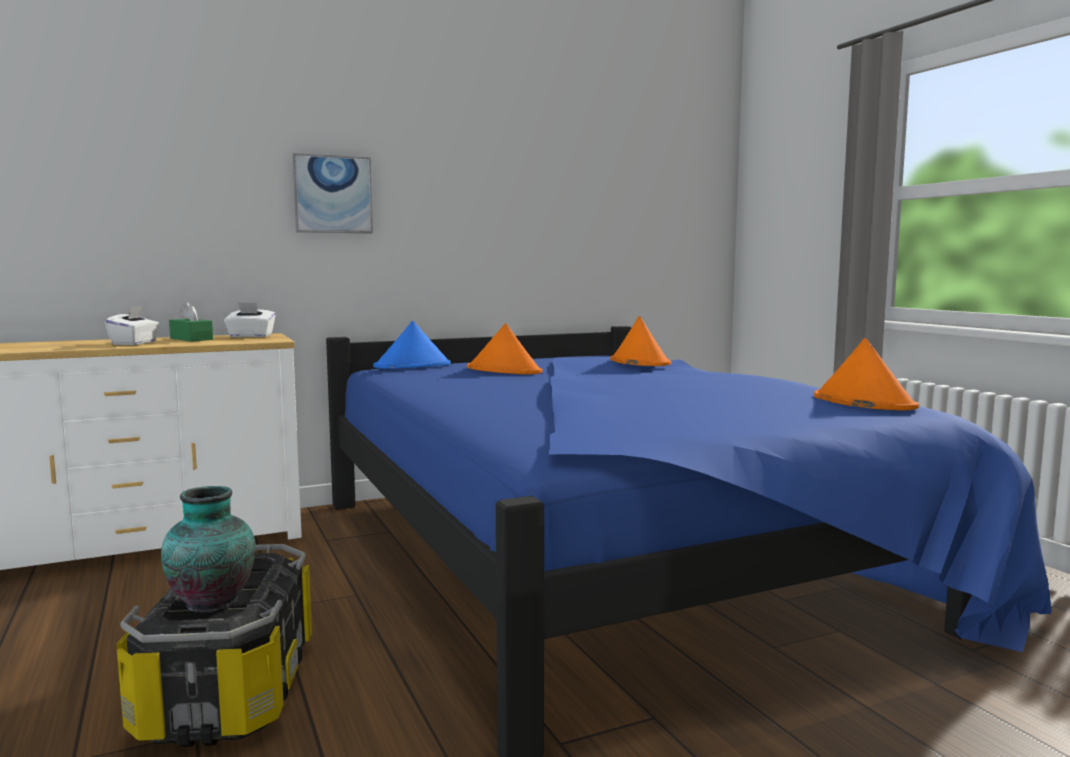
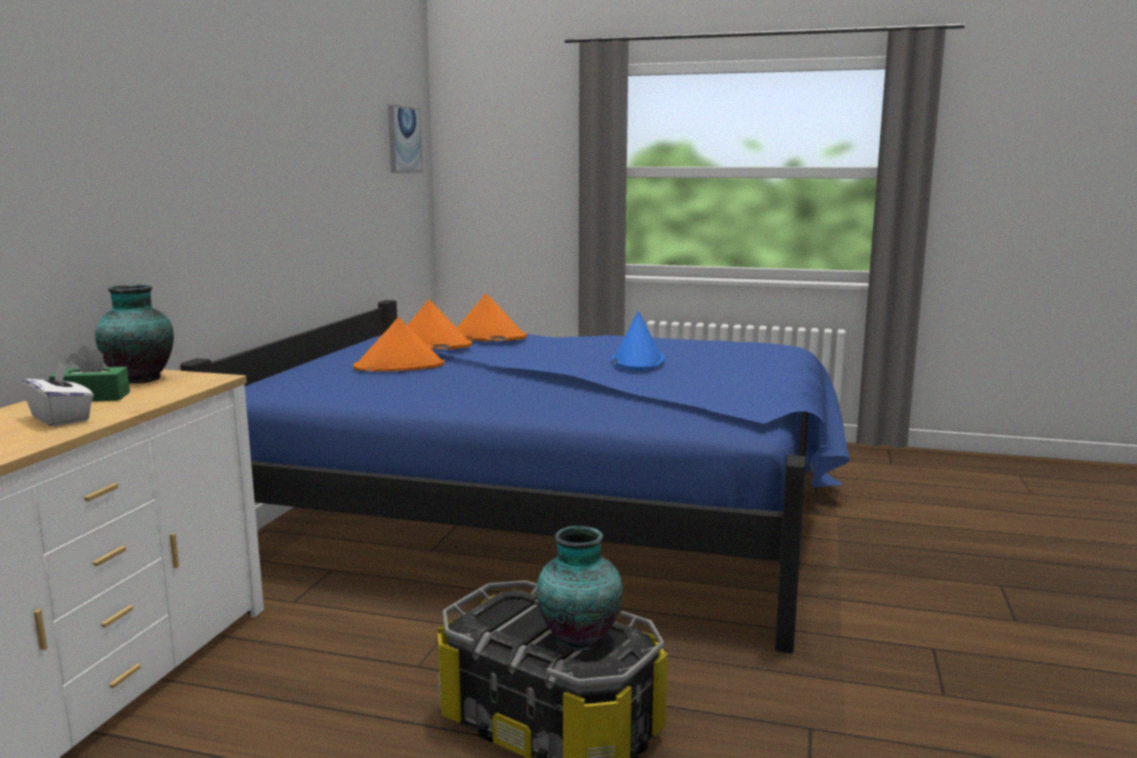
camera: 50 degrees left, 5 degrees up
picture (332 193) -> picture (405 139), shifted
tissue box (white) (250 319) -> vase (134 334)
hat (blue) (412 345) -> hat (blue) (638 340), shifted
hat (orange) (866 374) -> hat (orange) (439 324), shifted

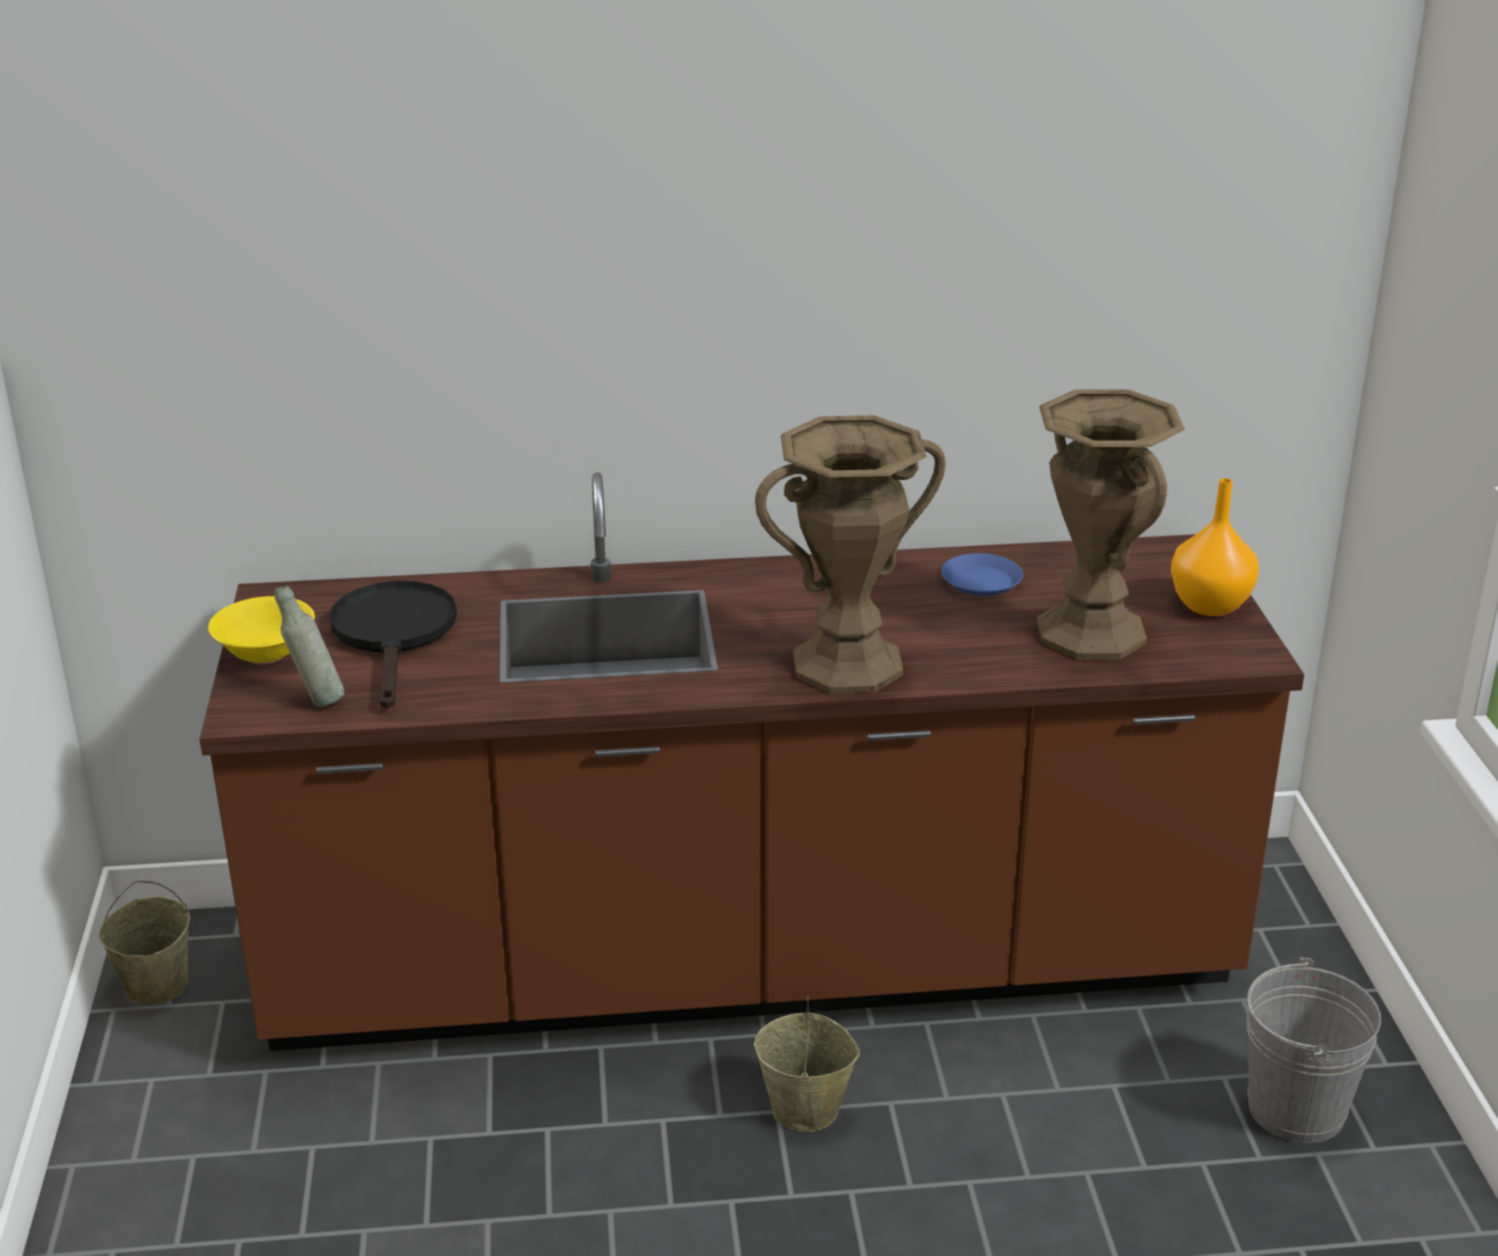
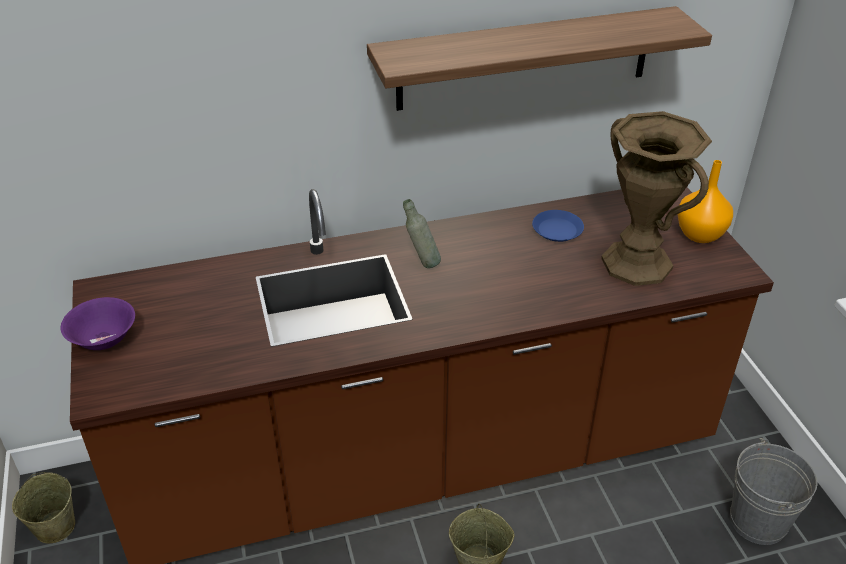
camera: 10 degrees left, 10 degrees up
vase (brown) (850 554) -> none
frying pan (black) (393 645) -> none
bottle (grey) (309 646) -> bottle (grey) (422 233), shifted
bowl (yellow) (261 630) -> bowl (purple) (97 323)
none -> shelf (539 58)

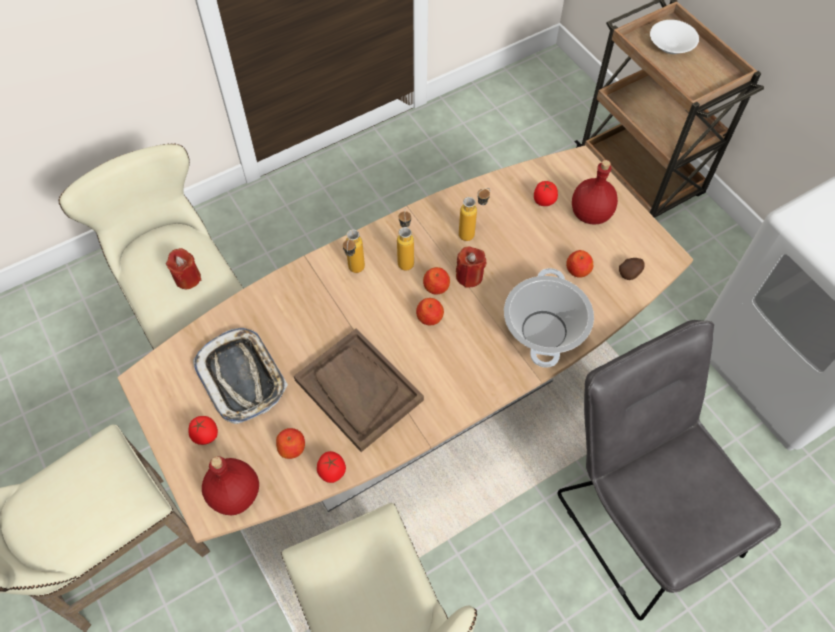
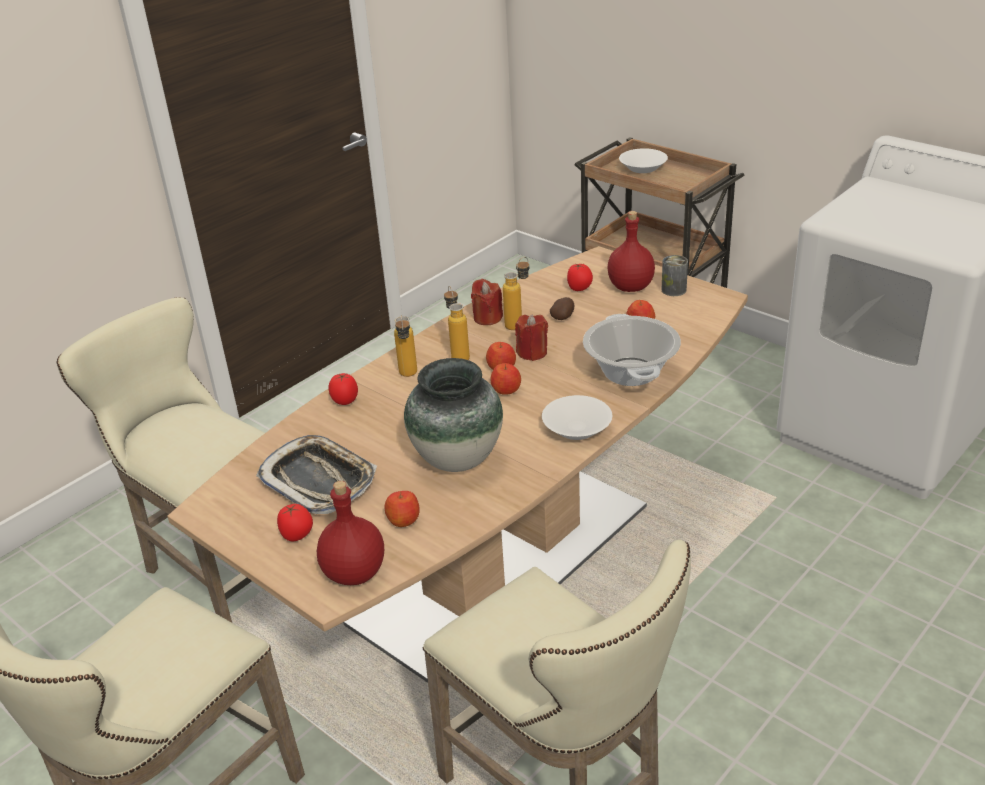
camera: 15 degrees left, 25 degrees down
candle (red) (184 268) -> candle (red) (487 302), shifted
potato (632 269) -> potato (562 308), shifted
chair (grey) (669 470) -> none
tray (brown) (359 390) -> vase (453 415)
tomato (331 467) -> tomato (343 389), shifted
none -> can (675 275)
none -> bowl (white) (577 417)

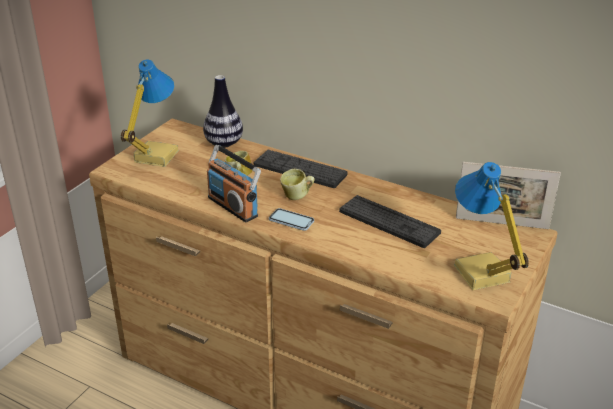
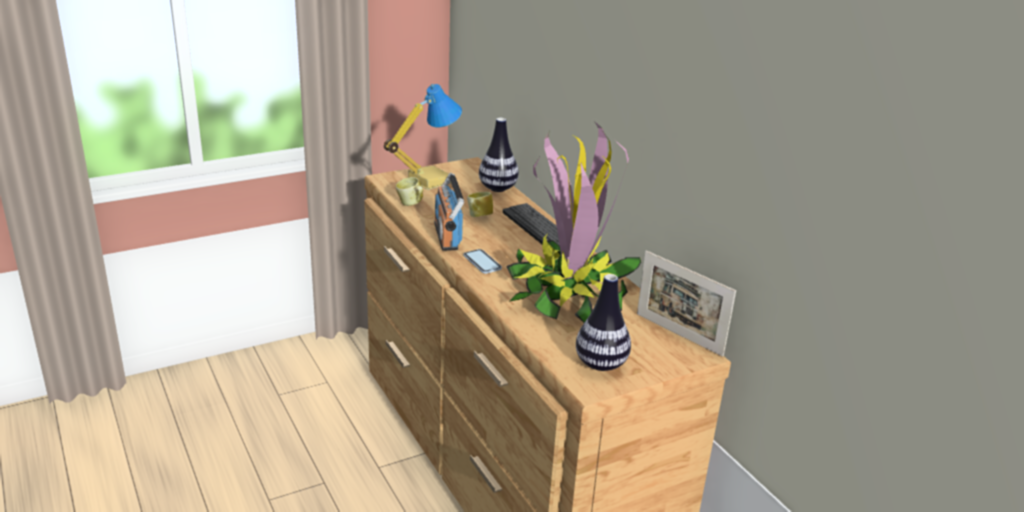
camera: 30 degrees right, 5 degrees down
table lamp (491 226) -> vase (603 322)
mug (297 184) -> mug (409 191), shifted
keyboard (390 221) -> potted plant (573 222)

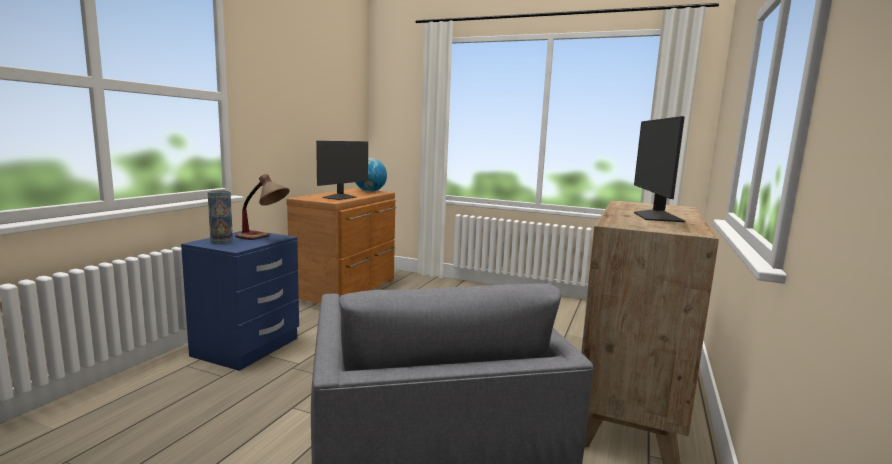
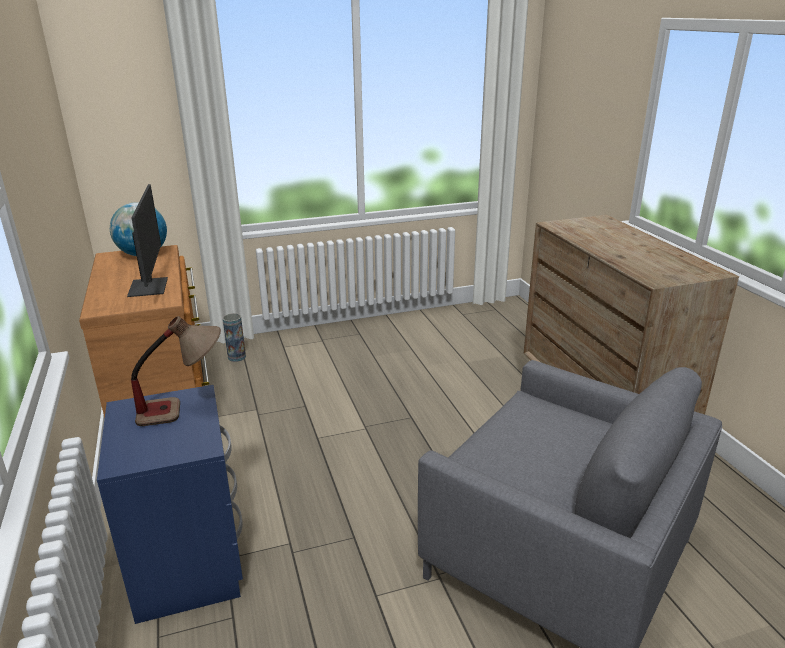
camera: 40 degrees left, 15 degrees up
monitor (659 169) -> none
vase (220 217) -> vase (234 337), shifted

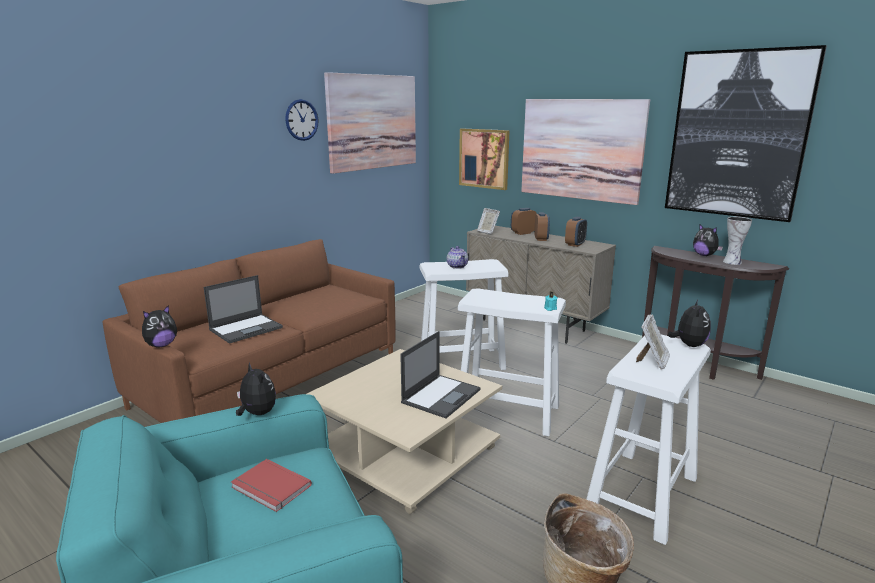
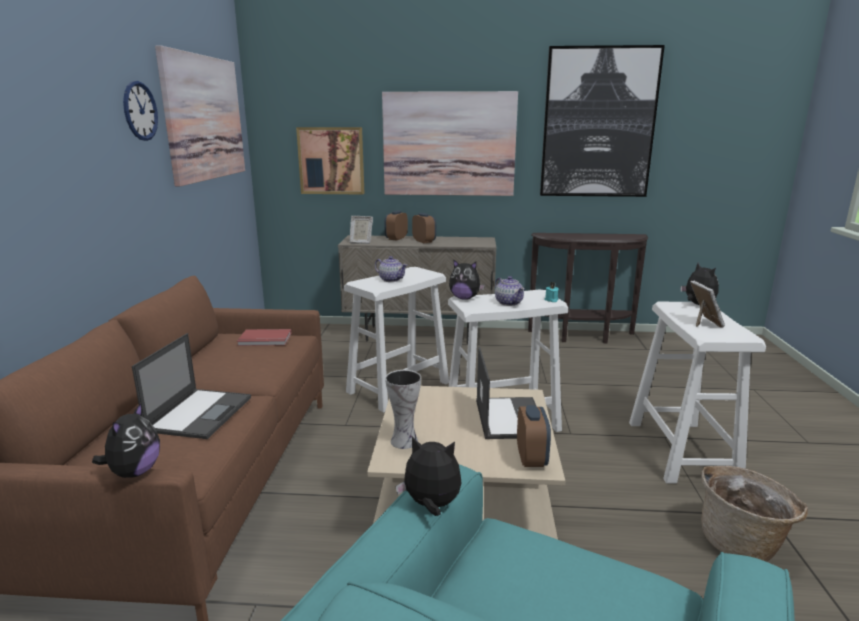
camera: 35 degrees left, 0 degrees up
alarm clock (576 232) -> alarm clock (534 436), shifted
vase (737 241) -> vase (403 409), shifted
plush toy (708 240) -> plush toy (467 279), shifted
book (red) (271 485) -> book (red) (264 337), shifted
none -> teapot (510 291)

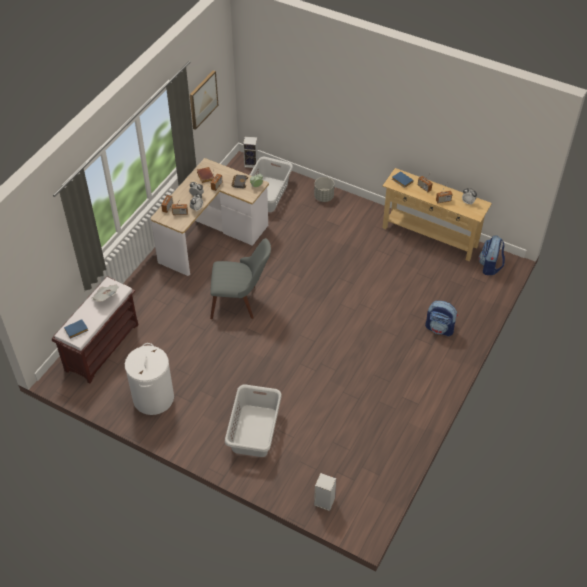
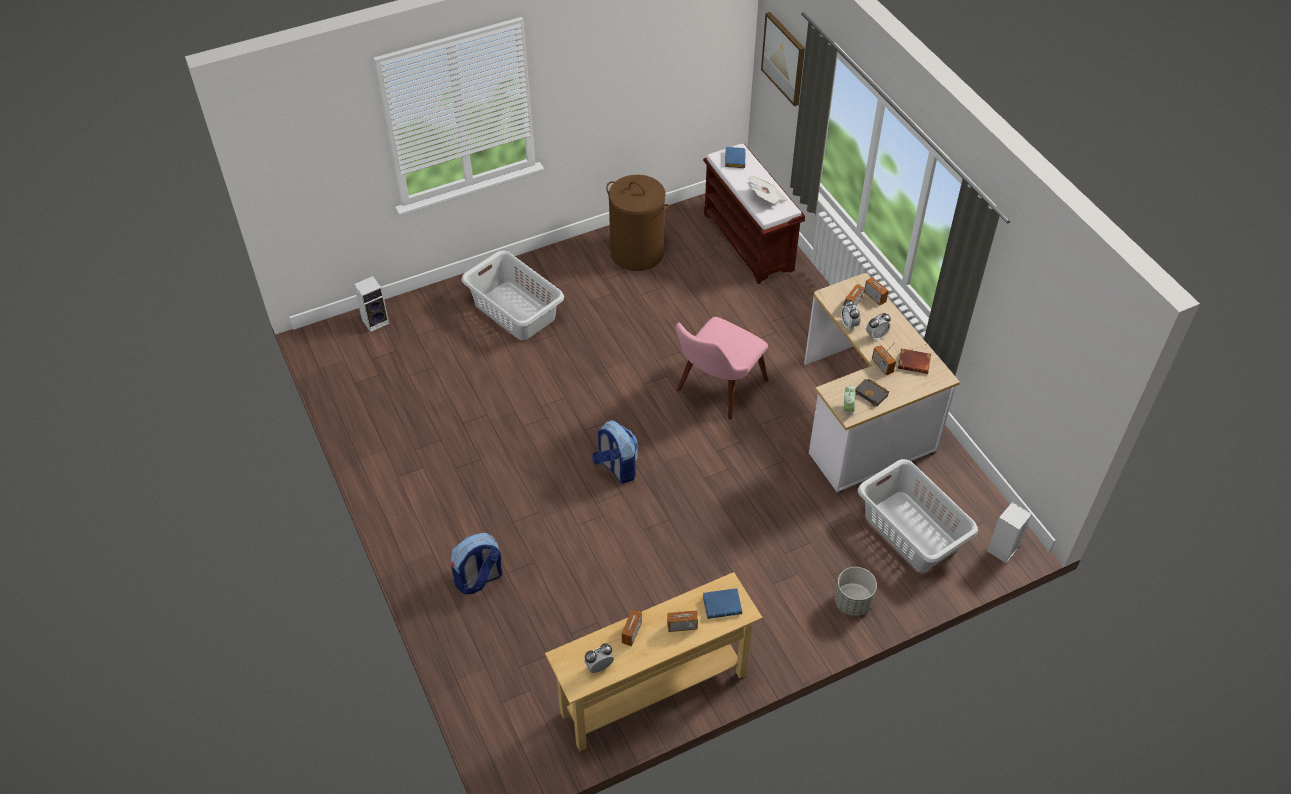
camera: 125 degrees right, 0 degrees up
picture (204 100) -> picture (783 59), shifted
backpack (492 255) -> backpack (615 452), shifted
chair (grey) (240 278) -> chair (pink) (722 368)
laundry basket (white) (149 379) -> laundry basket (brown) (637 223)

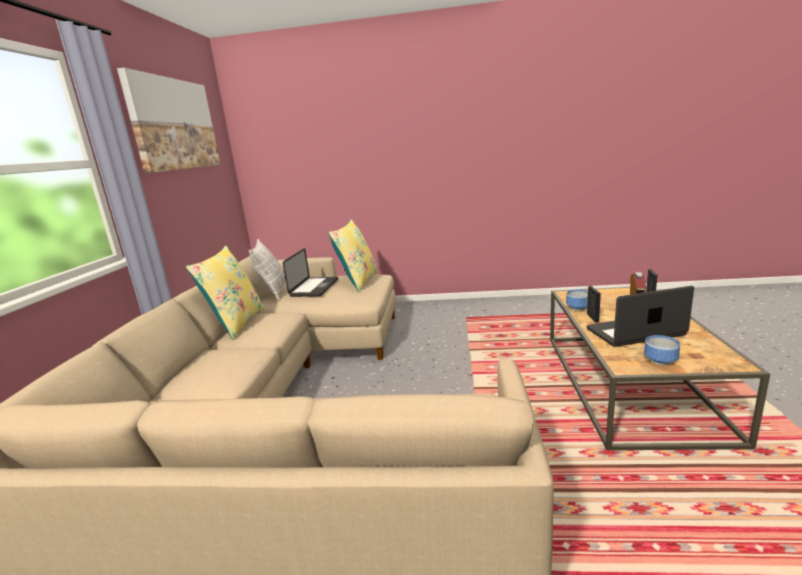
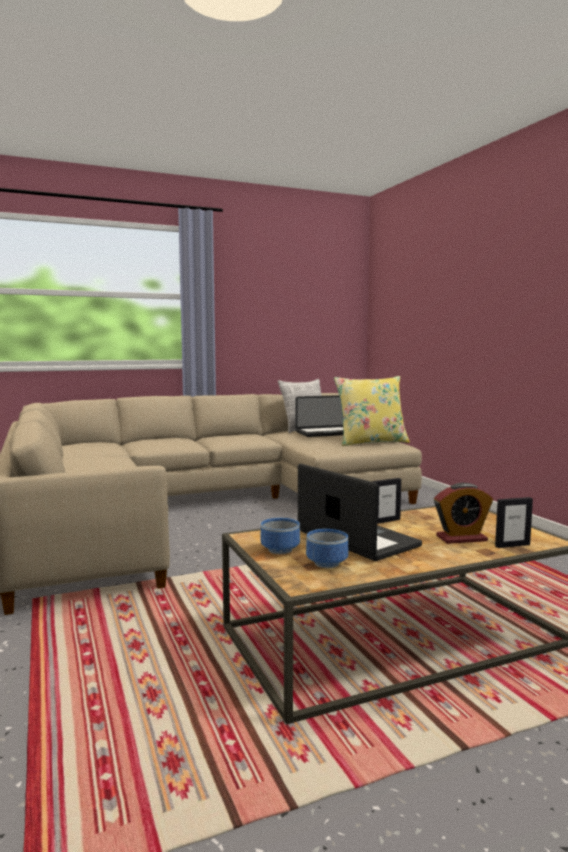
camera: 60 degrees right, 10 degrees down
picture (169 120) -> none
pillow (yellow) (225 293) -> none
bowl (577 299) -> bowl (327 548), shifted

